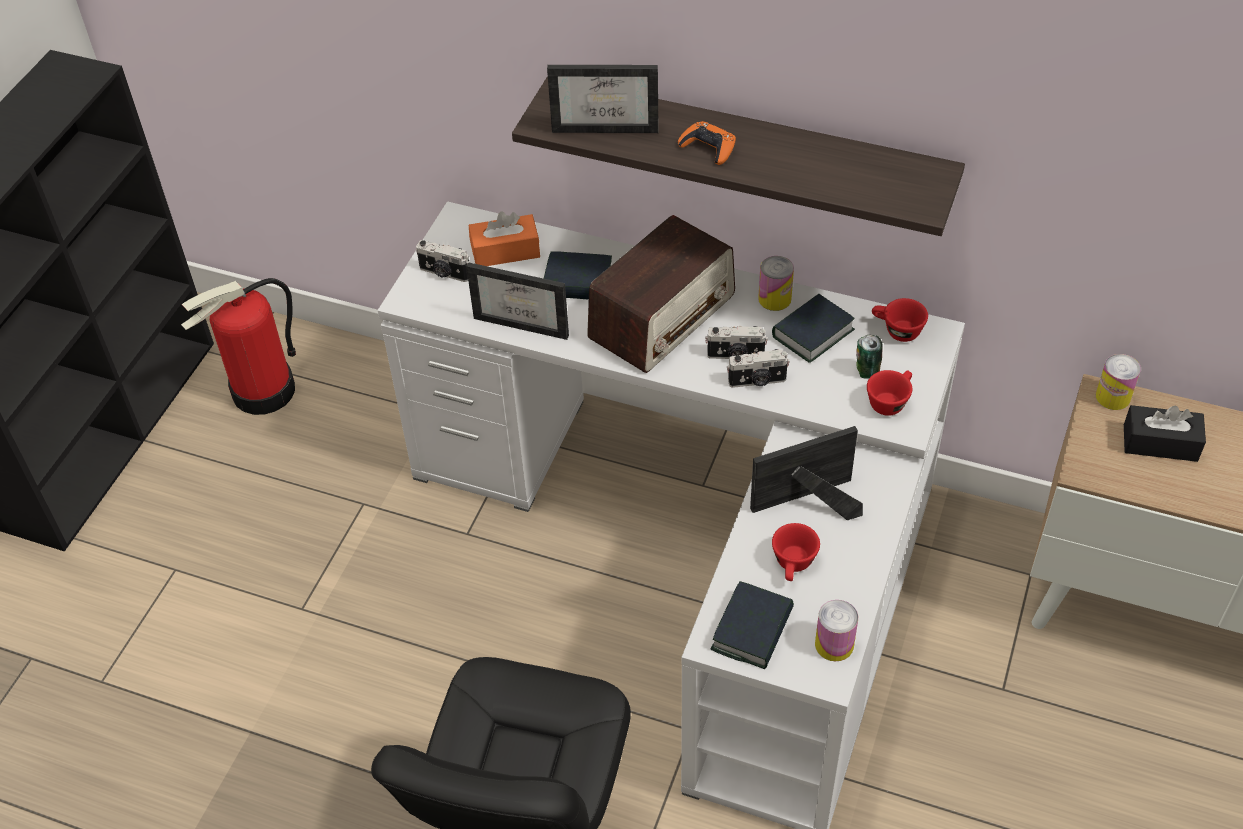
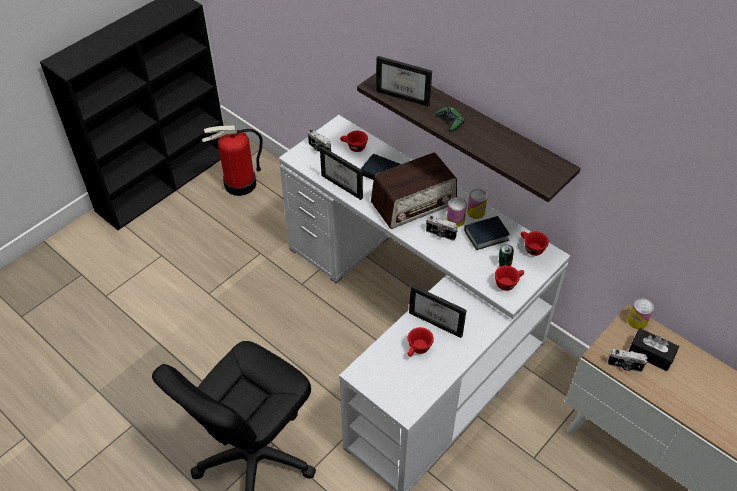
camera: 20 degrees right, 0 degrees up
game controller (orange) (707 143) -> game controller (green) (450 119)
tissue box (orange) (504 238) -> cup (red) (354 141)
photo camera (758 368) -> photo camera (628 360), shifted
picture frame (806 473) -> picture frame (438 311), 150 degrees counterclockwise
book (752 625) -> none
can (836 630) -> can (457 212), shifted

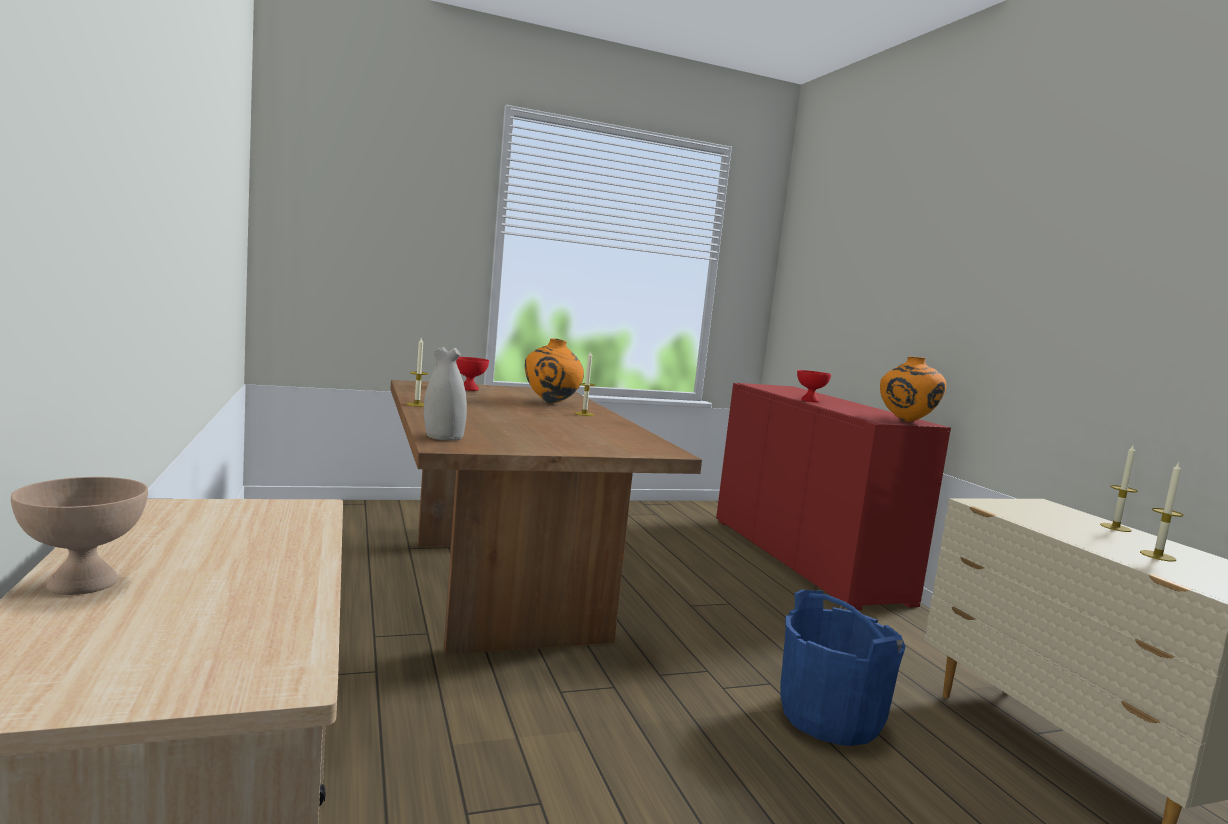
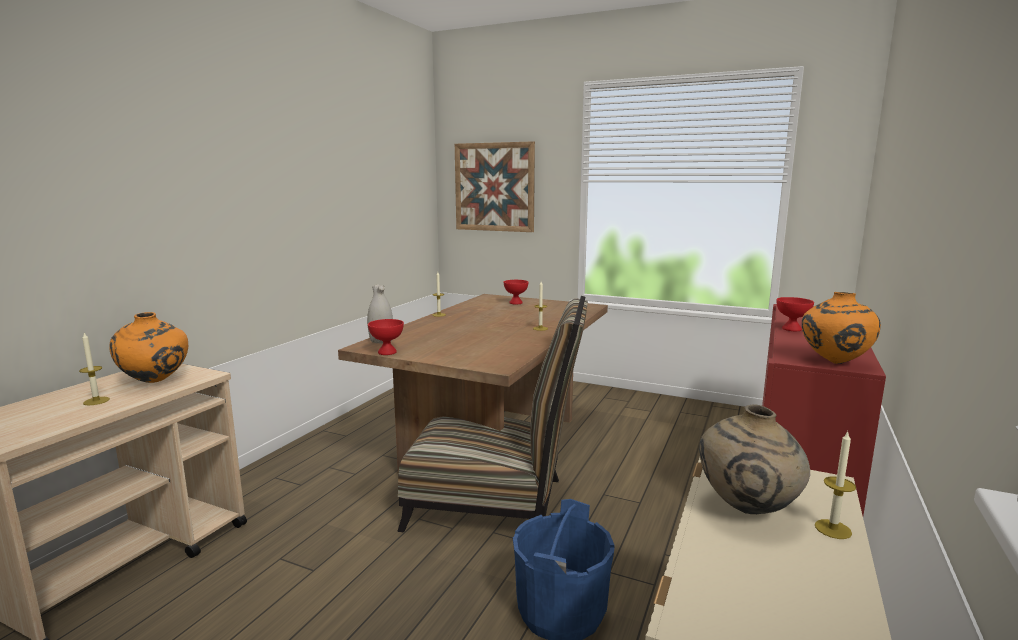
camera: 45 degrees right, 5 degrees up
vase (orange) (554 370) -> vase (orange) (149 347), shifted
candle (1161 512) -> candle (94 369), shifted
bowl (beige) (79 536) -> none
none -> picture (495 186)
none -> chair (492 414)
none -> bowl (red) (386 337)
none -> vase (beige) (754 459)

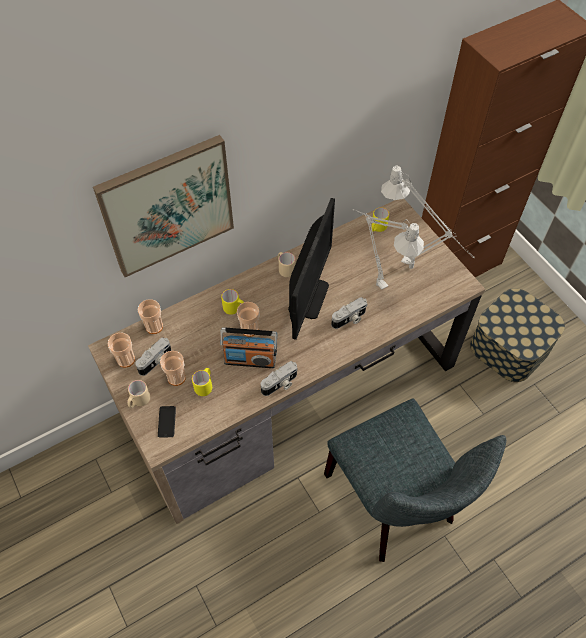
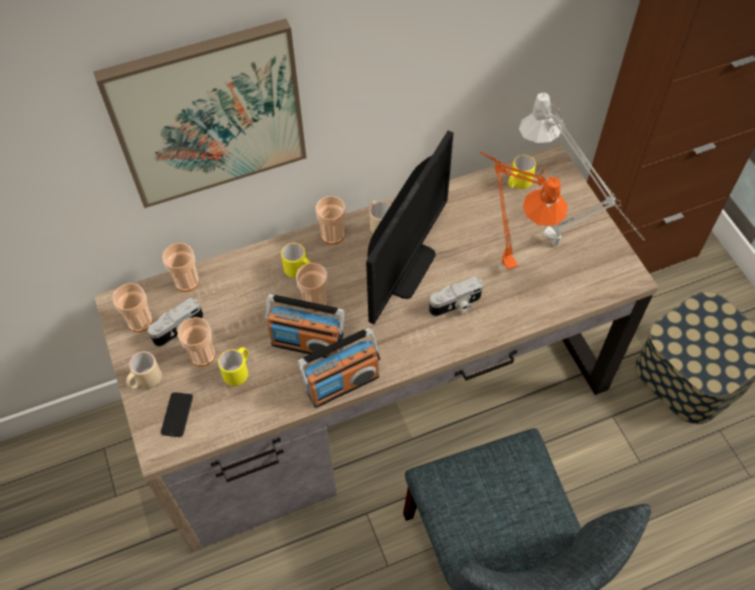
camera: 10 degrees right, 0 degrees up
table lamp (grey) (388 249) -> table lamp (orange) (524 210)
photo camera (279 378) -> radio (338 367)
none -> cup (331 220)

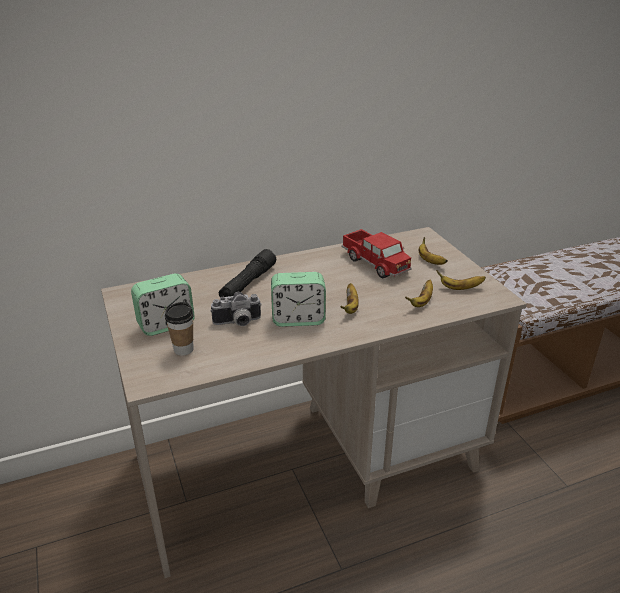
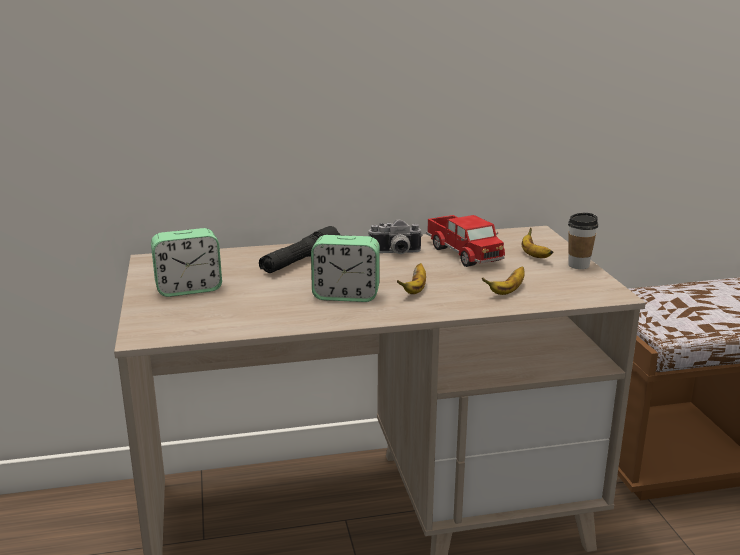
camera: 10 degrees right, 10 degrees down
banana (461 280) -> none
photo camera (236 308) -> photo camera (395 236), shifted
cup (179 329) -> cup (583 241), shifted

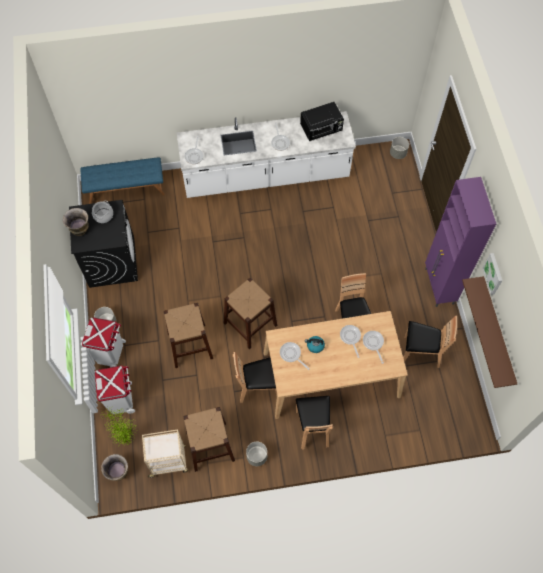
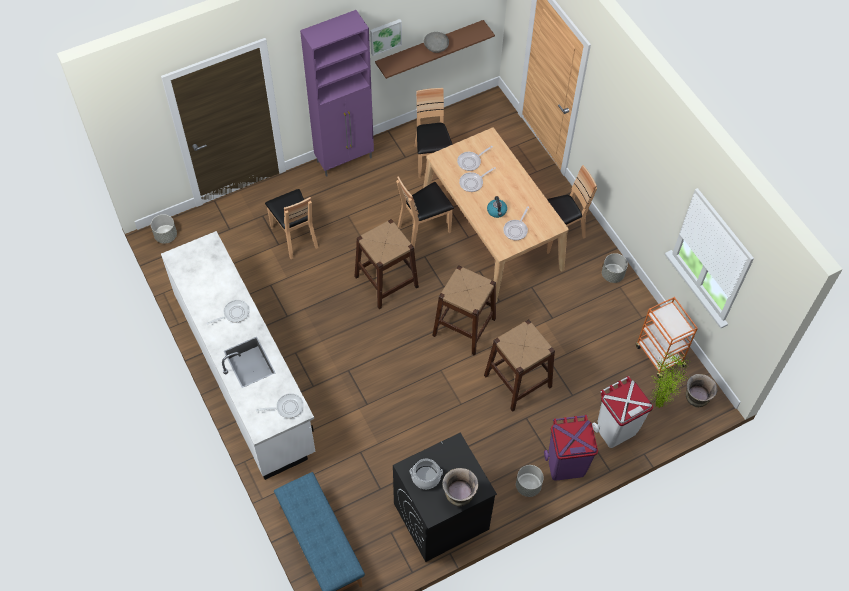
camera: 110 degrees left, 5 degrees down
microwave (black) (322 121) -> none
trash can (white) (104 342) -> trash can (purple) (571 448)
chair (brown) (255 377) -> chair (brown) (292 224), shifted
stool (brown) (209 439) -> stool (brown) (386 264), shifted
cart (beige) (165 453) -> cart (orange) (667 338)
none -> bowl (grey) (436 42)

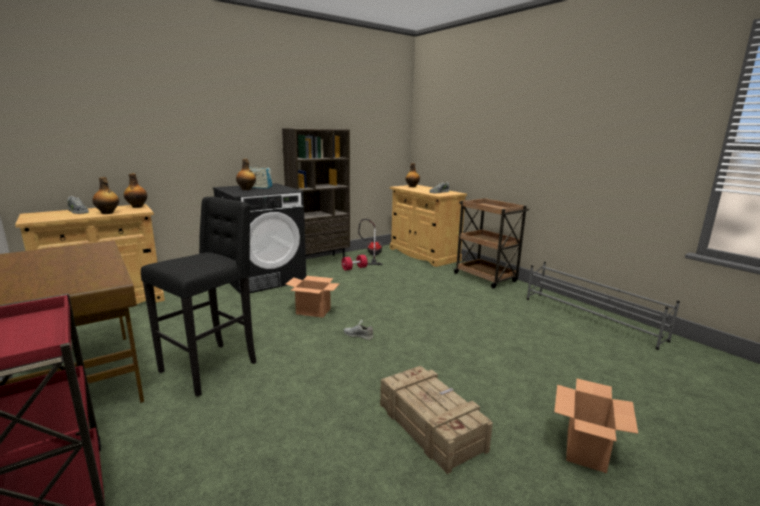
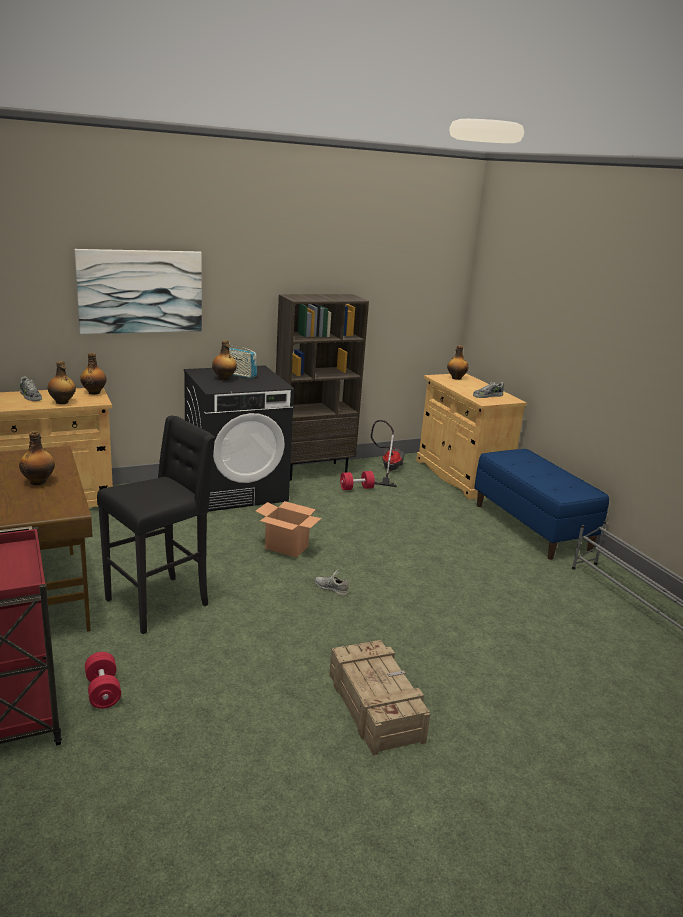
camera: 10 degrees right, 5 degrees up
cart (brown) (491 243) -> bench (blue) (541 504)
cardboard box (596 426) -> none
none -> picture (138 291)
none -> bottle (37 458)
none -> dumbbell (red) (103 680)

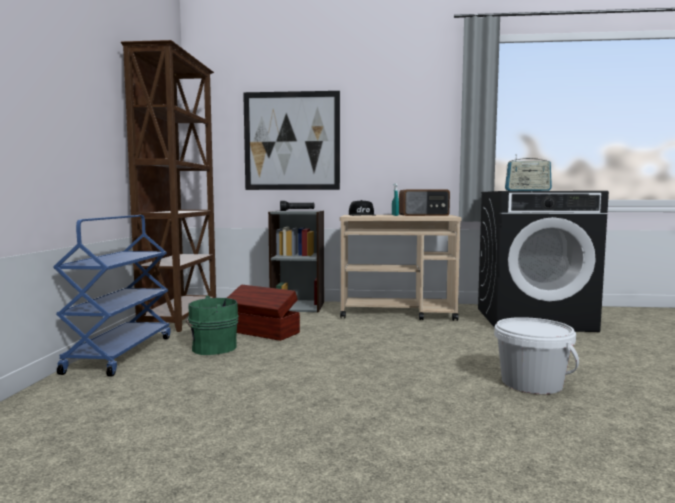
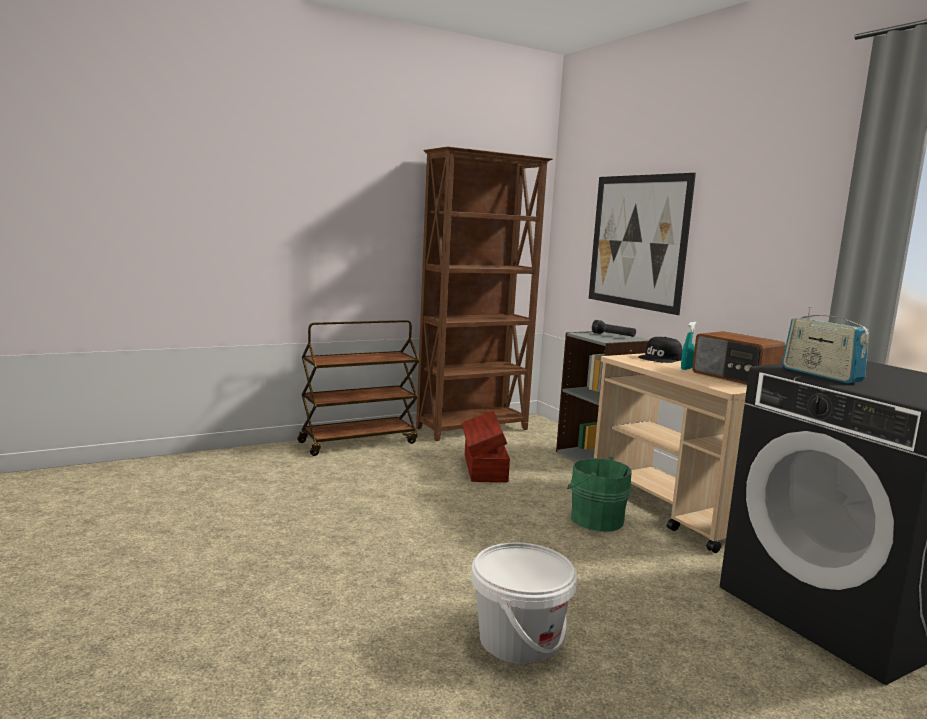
camera: 55 degrees right, 5 degrees up
cart (blue) (112 296) -> cart (brown) (358 388)
bucket (green) (212 325) -> bucket (green) (599 494), shifted

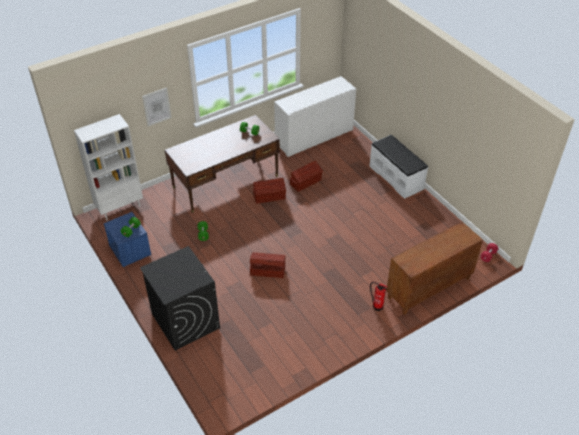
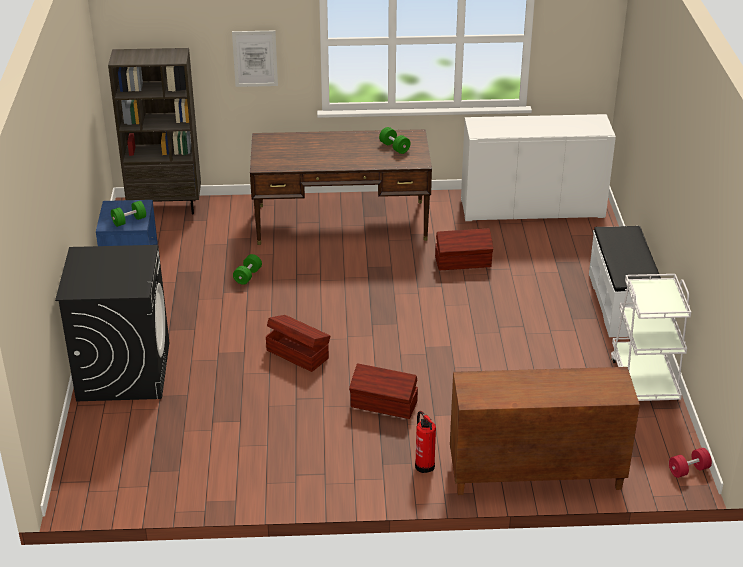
camera: 30 degrees right, 10 degrees down
bookcase (white) (108 167) -> bookcase (brown) (154 131)
storage box (brown) (269 191) -> storage box (brown) (383 391), shifted
none -> cart (white) (651 337)

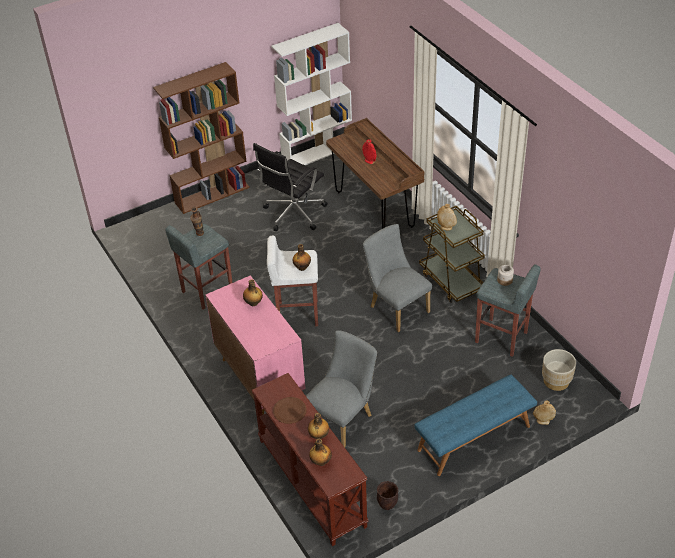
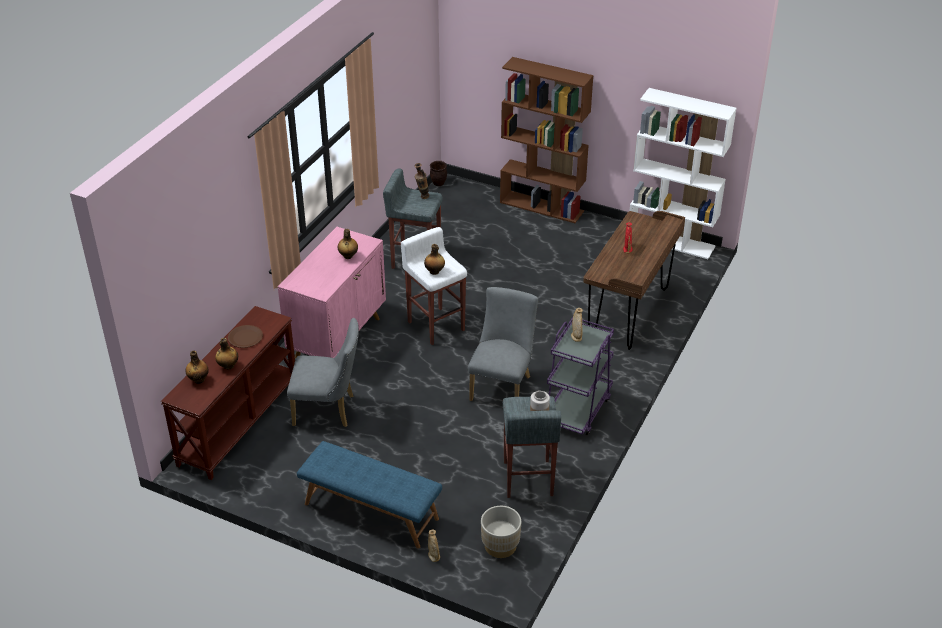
camera: 55 degrees right, 5 degrees down
office chair (black) (290 187) -> none
cart (brown) (452 254) -> cart (purple) (580 376)
planter (brown) (387 495) -> planter (brown) (438 173), shifted

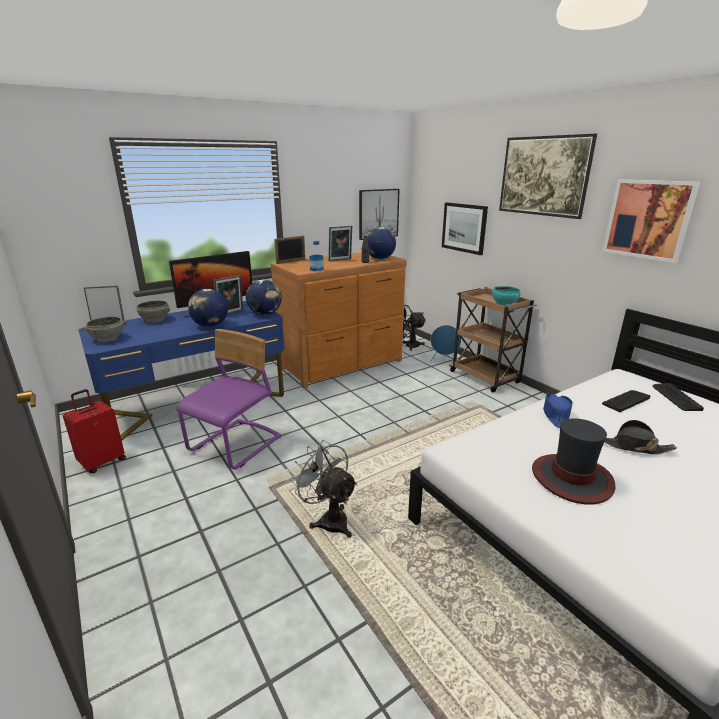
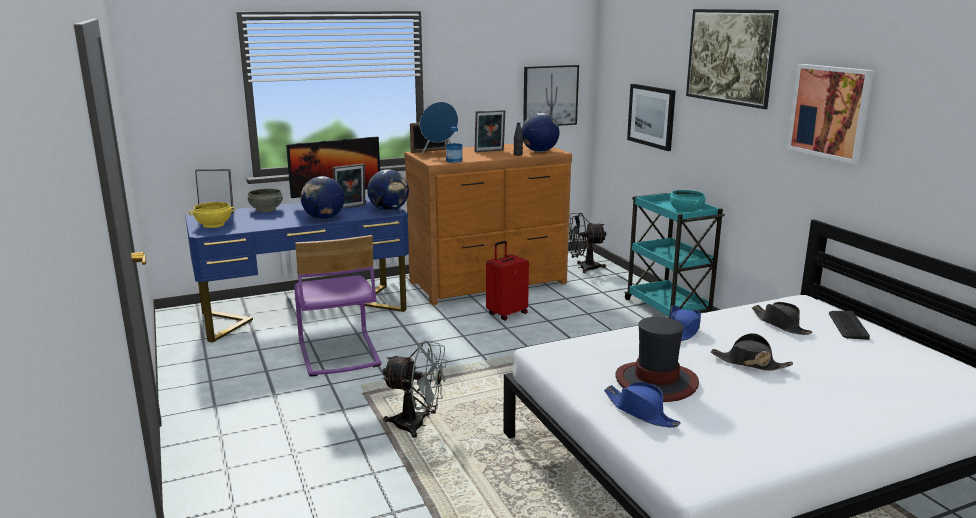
camera: 10 degrees right, 5 degrees down
cart (brown) (493 340) -> cart (turquoise) (674 255)
bowl (grey) (104 329) -> bowl (yellow) (212 215)
speaker (blue) (445 343) -> speaker (blue) (439 128), shifted
chair (purple) (229 399) -> chair (purple) (337 306), 120 degrees clockwise
suitcase (red) (94 431) -> suitcase (red) (507 281), shifted
keyboard (626 401) -> hat (black) (782 318)
fan (grey) (323 489) -> fan (grey) (414 389), 135 degrees clockwise
none -> hat (blue) (642 405)

